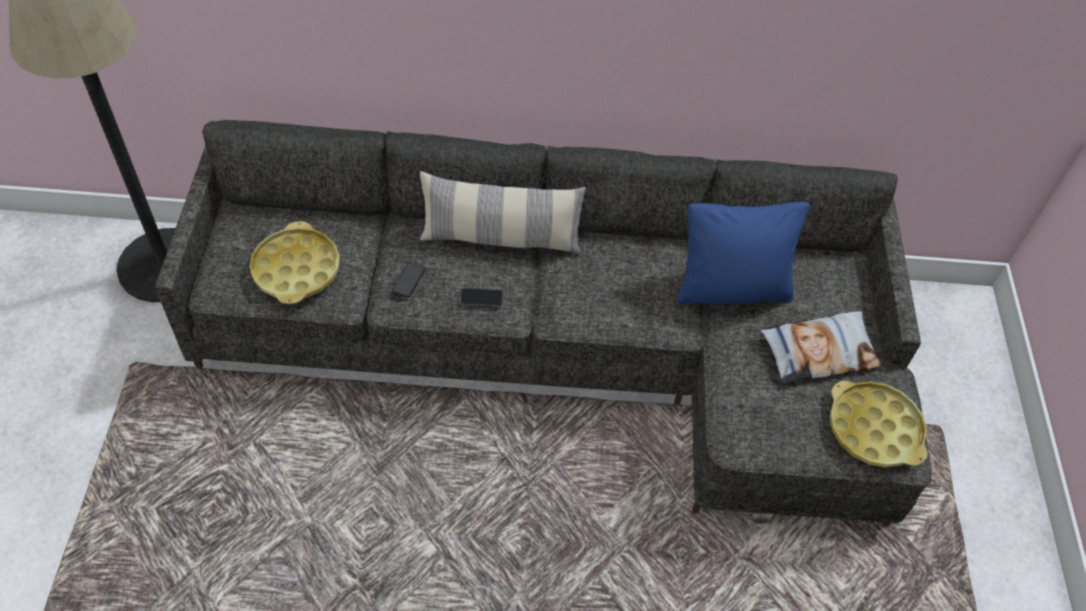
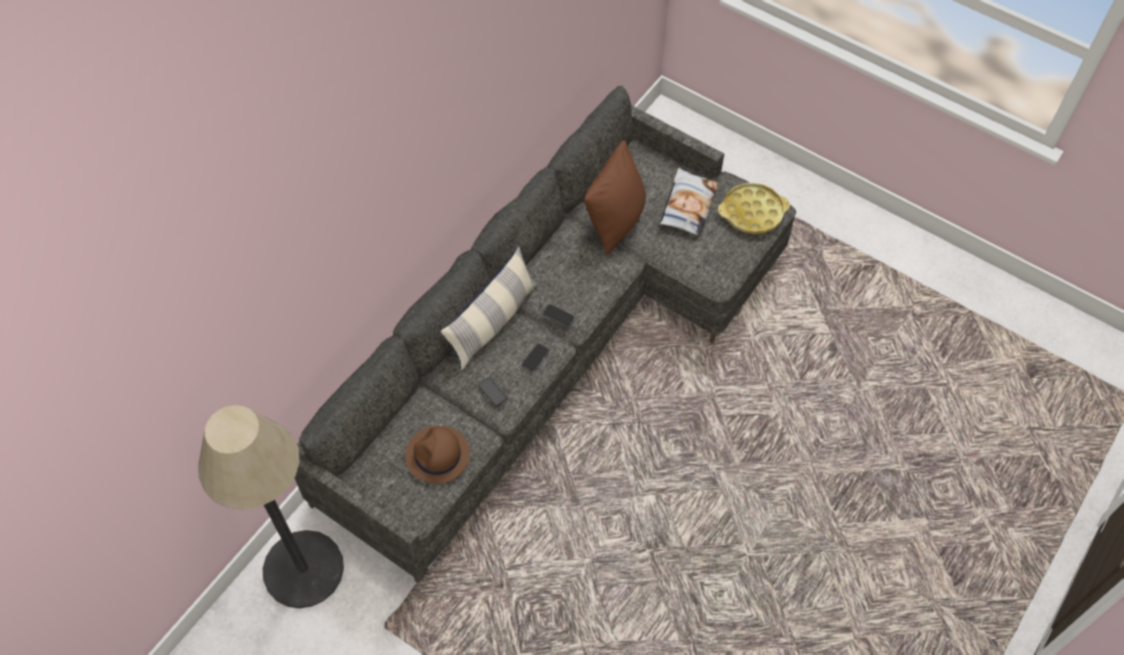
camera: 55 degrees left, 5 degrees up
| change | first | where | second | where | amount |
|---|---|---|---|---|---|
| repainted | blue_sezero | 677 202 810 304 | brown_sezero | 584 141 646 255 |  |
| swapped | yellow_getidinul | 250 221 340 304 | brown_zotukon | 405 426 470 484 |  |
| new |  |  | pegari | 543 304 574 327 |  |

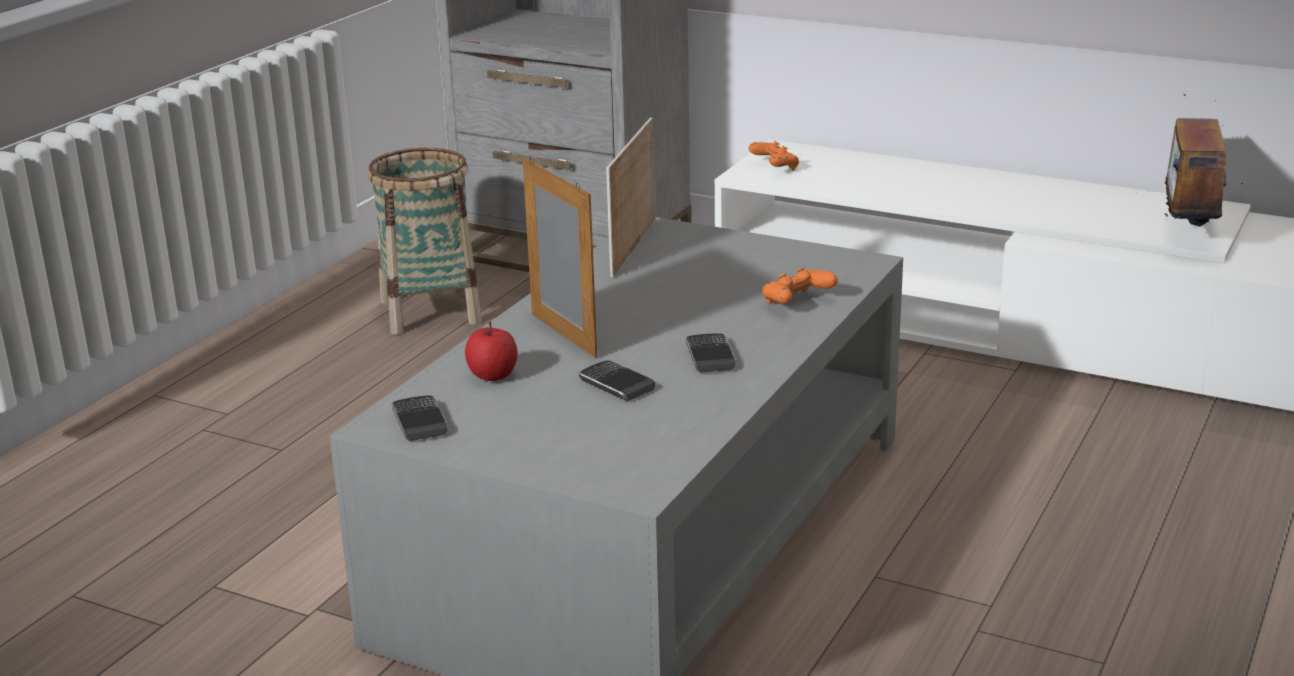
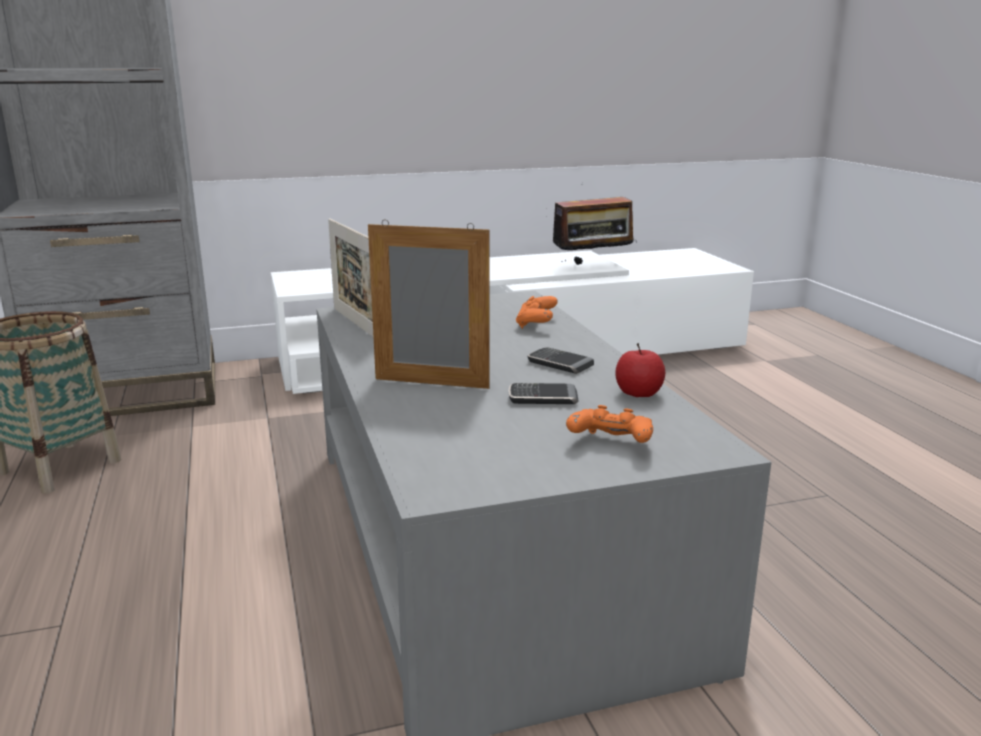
camera: 45 degrees left, 5 degrees down
| change | first | where | second | where | amount |
|---|---|---|---|---|---|
| rotated | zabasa | 1148 94 1242 227 |  | 546 184 638 265 | 75 degrees counterclockwise |
| shifted | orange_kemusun | 749 141 799 171 |  | 566 405 653 443 |  |
| shifted | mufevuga | 465 321 518 381 |  | 616 343 666 397 |  |
| gone | pegari | 392 395 448 441 |  |  |  |

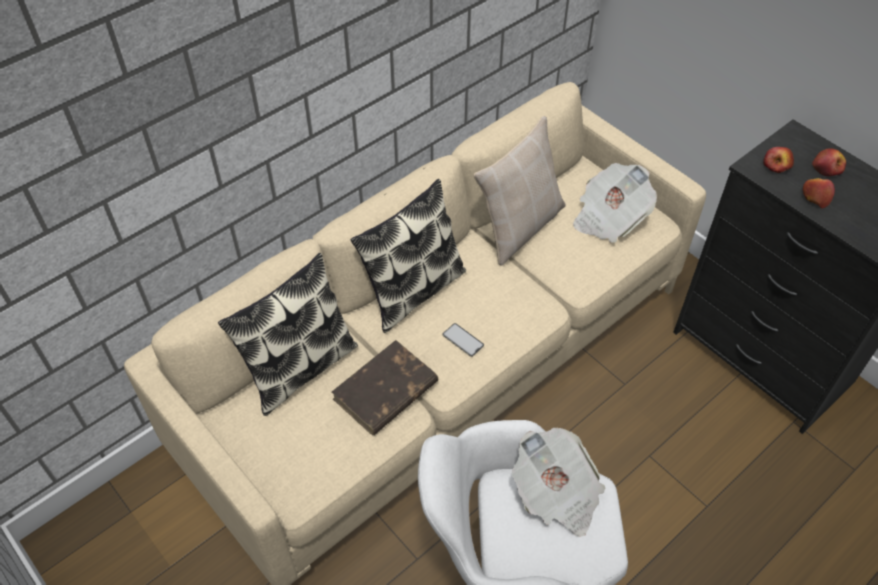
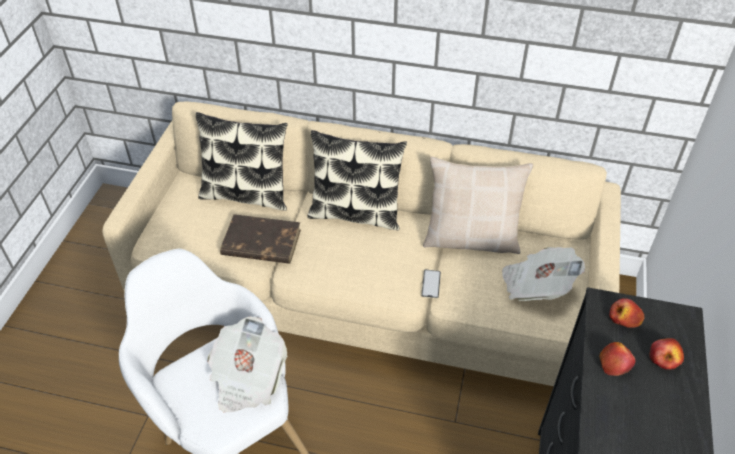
camera: 55 degrees right, 5 degrees down
| change | first | where | second | where | amount |
|---|---|---|---|---|---|
| shifted | pegari | 443 323 484 357 |  | 421 270 441 298 |  |

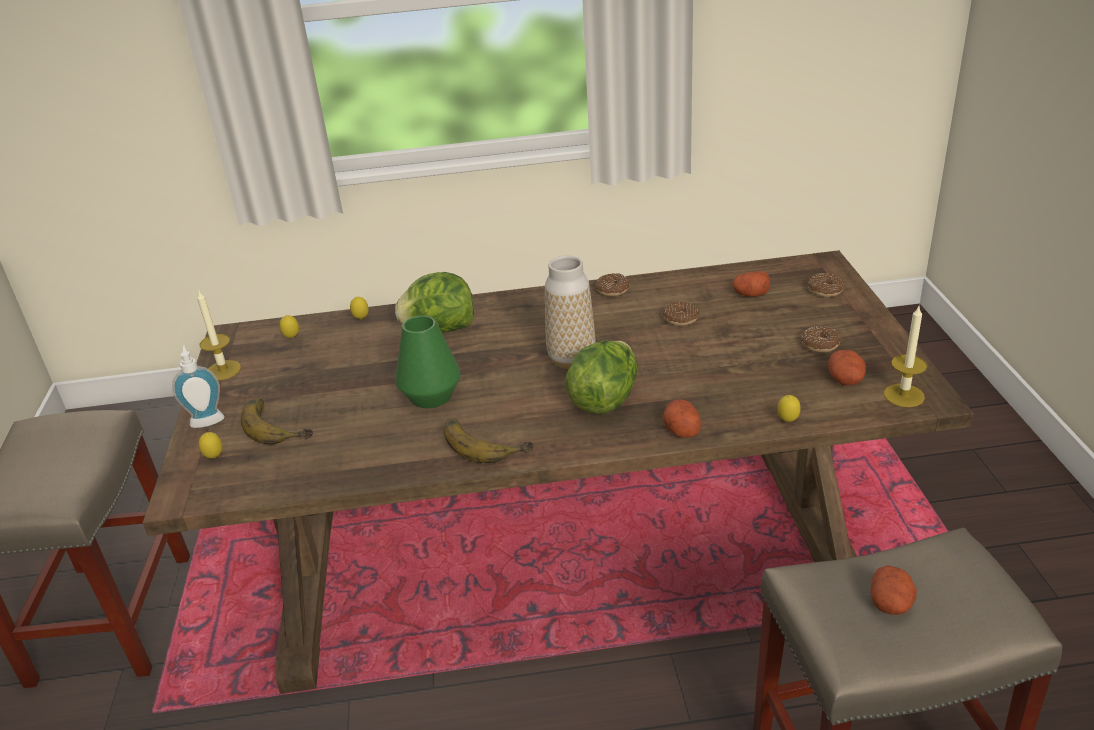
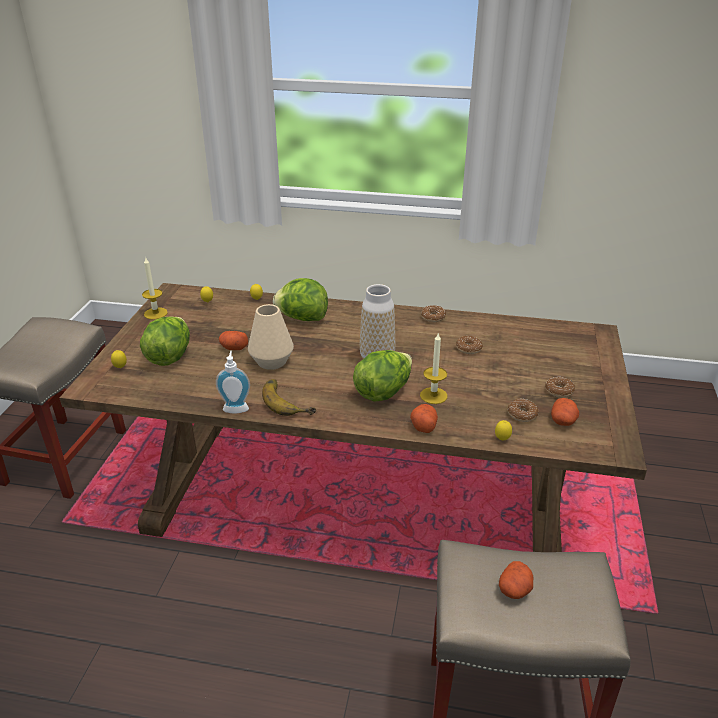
camera: 15 degrees right, 0 degrees up
| change | first | where | second | where | amount |
|---|---|---|---|---|---|
| shifted | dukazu | 732 271 770 297 |  | 219 331 248 350 |  |
| shifted | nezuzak | 808 273 844 297 |  | 508 398 539 422 |  |
| shifted | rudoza | 884 306 927 407 |  | 420 332 447 404 |  |
| repainted | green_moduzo | 395 315 461 408 | beige_moduzo | 248 304 294 370 |  |
| shifted | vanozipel | 172 345 225 428 |  | 216 351 250 414 |  |
| swapped | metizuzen | 241 398 313 445 | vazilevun | 140 316 190 366 |  |

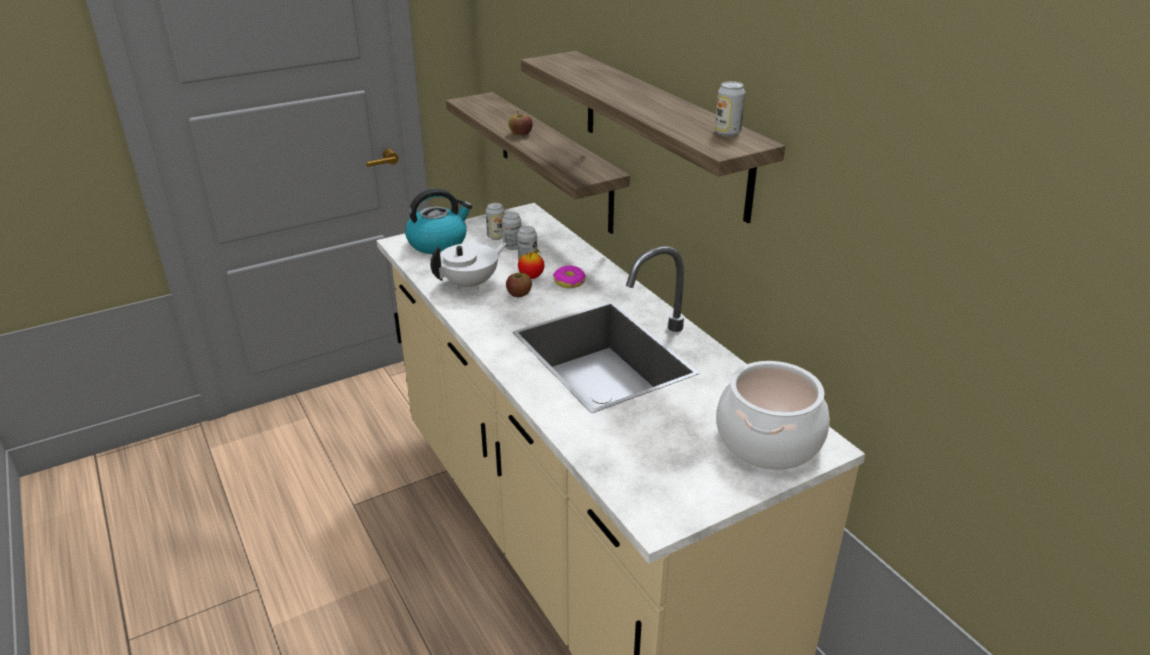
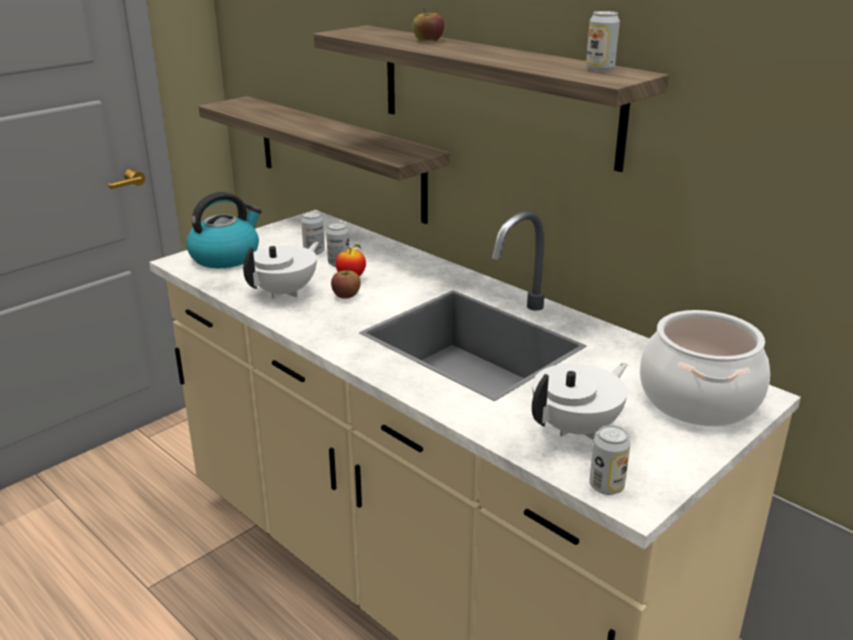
camera: 15 degrees left, 5 degrees down
| change | first | where | second | where | amount |
|---|---|---|---|---|---|
| shifted | mufevuga | 509 111 533 135 |  | 412 8 444 41 |  |
| shifted | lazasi | 486 203 505 240 |  | 589 425 630 495 |  |
| gone | nezuzak | 553 266 586 288 |  |  |  |
| new |  |  | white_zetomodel | 532 363 628 440 |  |

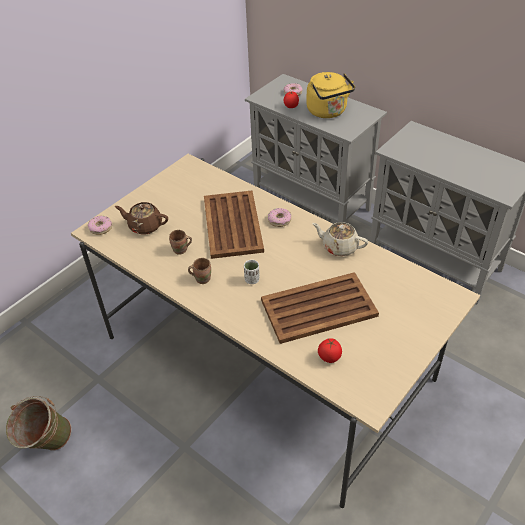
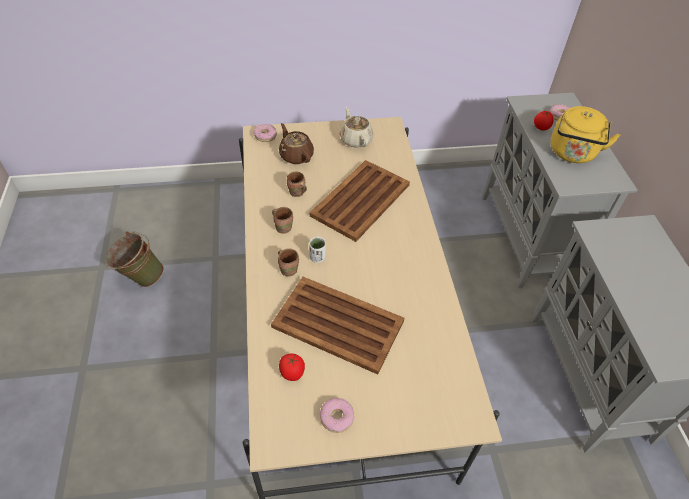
camera: 40 degrees right, 5 degrees up
| change | first | where | second | where | amount |
|---|---|---|---|---|---|
| shifted | nezuzak | 268 208 291 227 |  | 320 398 354 433 |  |
| shifted | beige_zetomodel | 312 222 368 256 |  | 340 107 374 148 |  |
| new |  |  | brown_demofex | 278 249 299 276 |  |

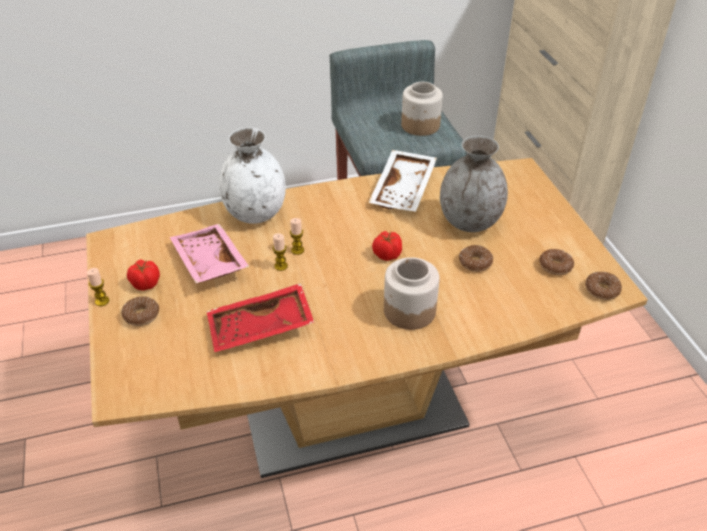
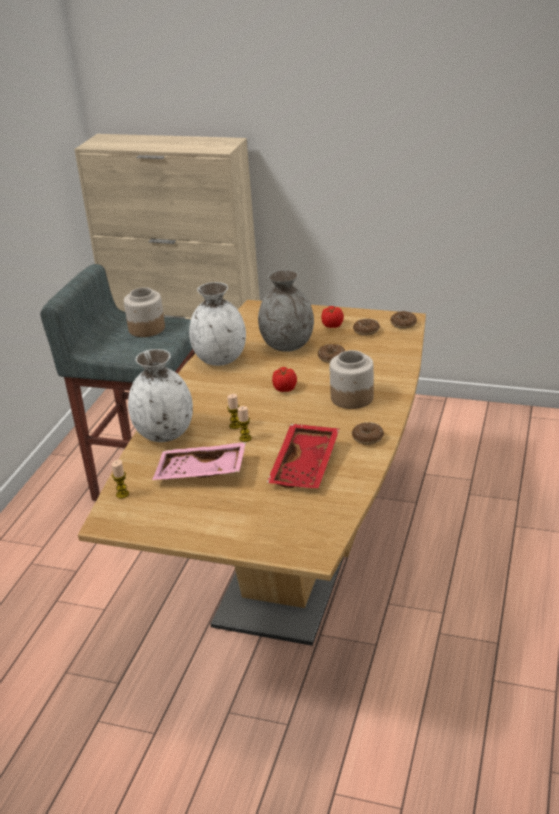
camera: 55 degrees left, 10 degrees down
| change | first | where | second | where | amount |
|---|---|---|---|---|---|
| swapped | white_getidinul | 369 150 437 212 | white_moduzo | 189 282 246 366 |  |
| shifted | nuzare | 127 259 160 291 |  | 321 306 344 328 |  |
| shifted | rudoza | 87 268 109 306 |  | 111 460 129 499 |  |
| shifted | nezuzak | 121 296 159 326 |  | 352 422 384 445 |  |

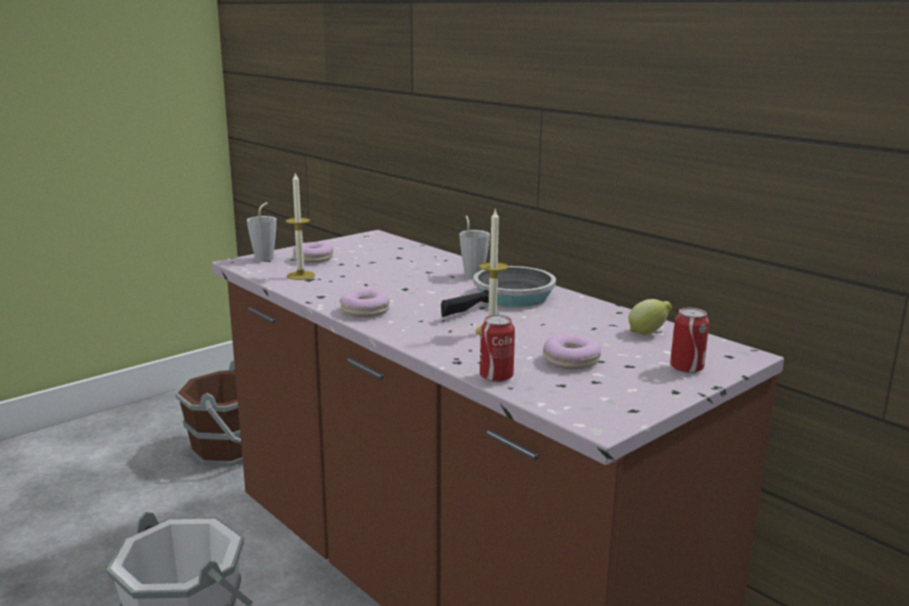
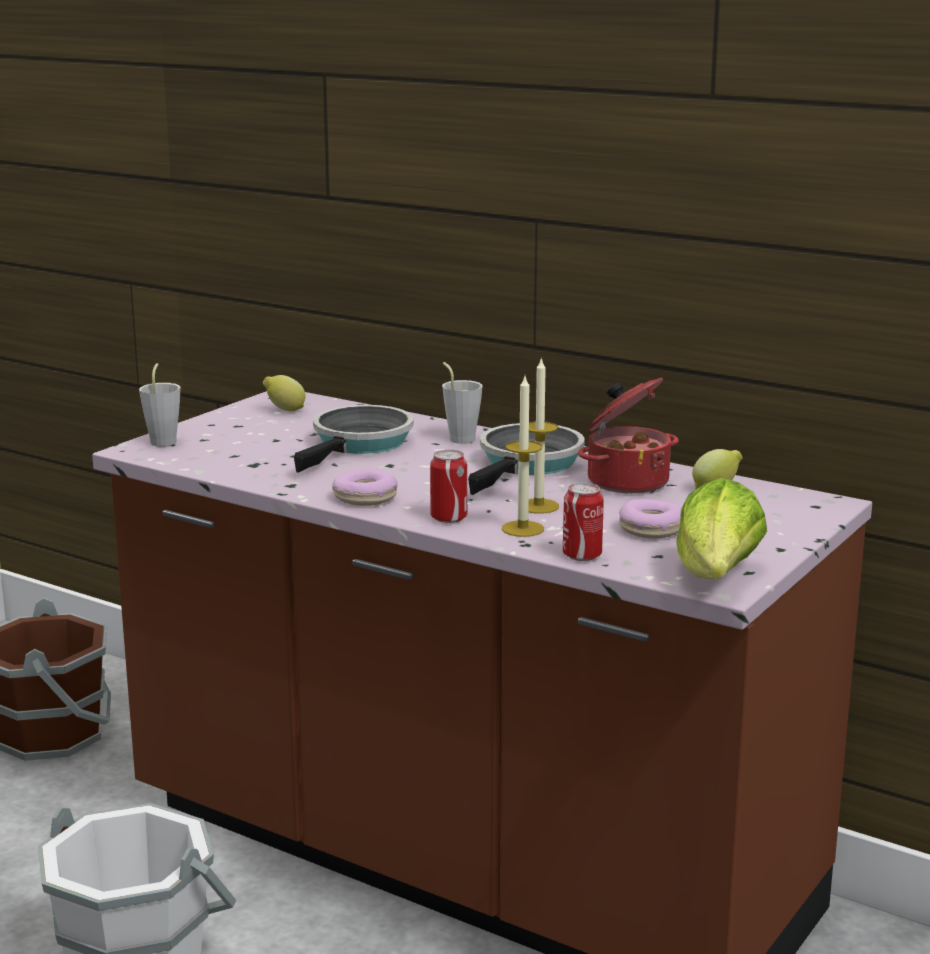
camera: 15 degrees left, 0 degrees up
| change | first | where | second | where | amount |
|---|---|---|---|---|---|
| shifted | rudoza | 286 172 315 280 |  | 502 376 544 537 |  |
| gone | nezuzak | 293 242 333 263 |  |  |  |
| shifted | lazasi | 670 308 709 373 |  | 430 450 467 523 |  |
| new |  |  | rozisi | 263 375 306 411 |  |
| new |  |  | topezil | 578 377 679 494 |  |
| new |  |  | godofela | 294 405 414 473 |  |
| new |  |  | vazilevun | 676 478 767 579 |  |

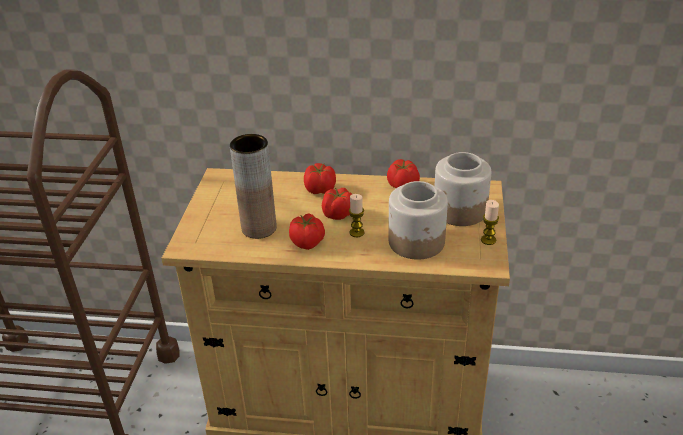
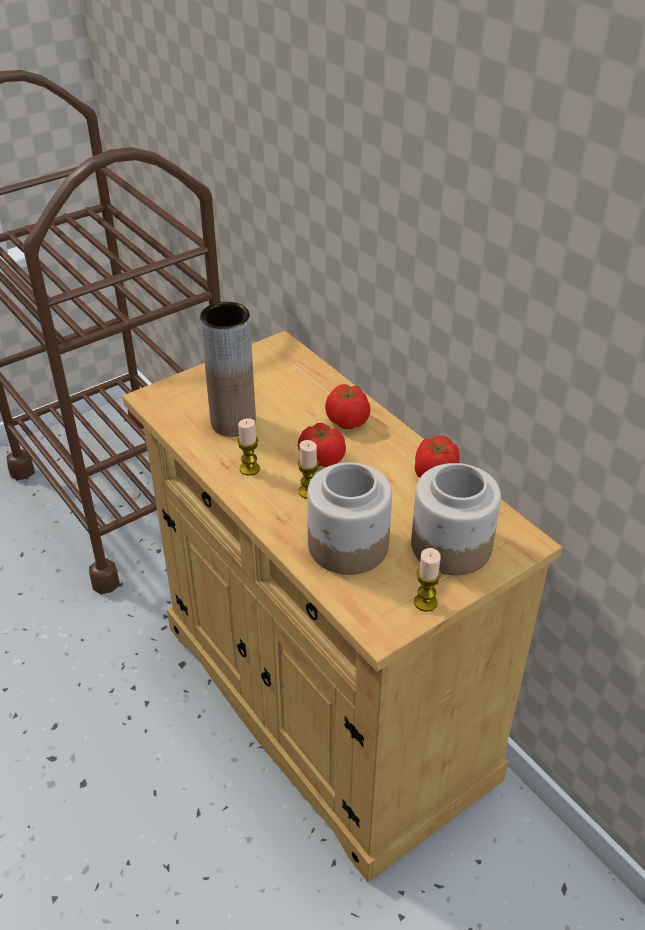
camera: 45 degrees right, 5 degrees up
| change | first | where | second | where | amount |
|---|---|---|---|---|---|
| swapped | nuzare | 289 213 325 250 | rudoza | 237 418 260 476 |  |

